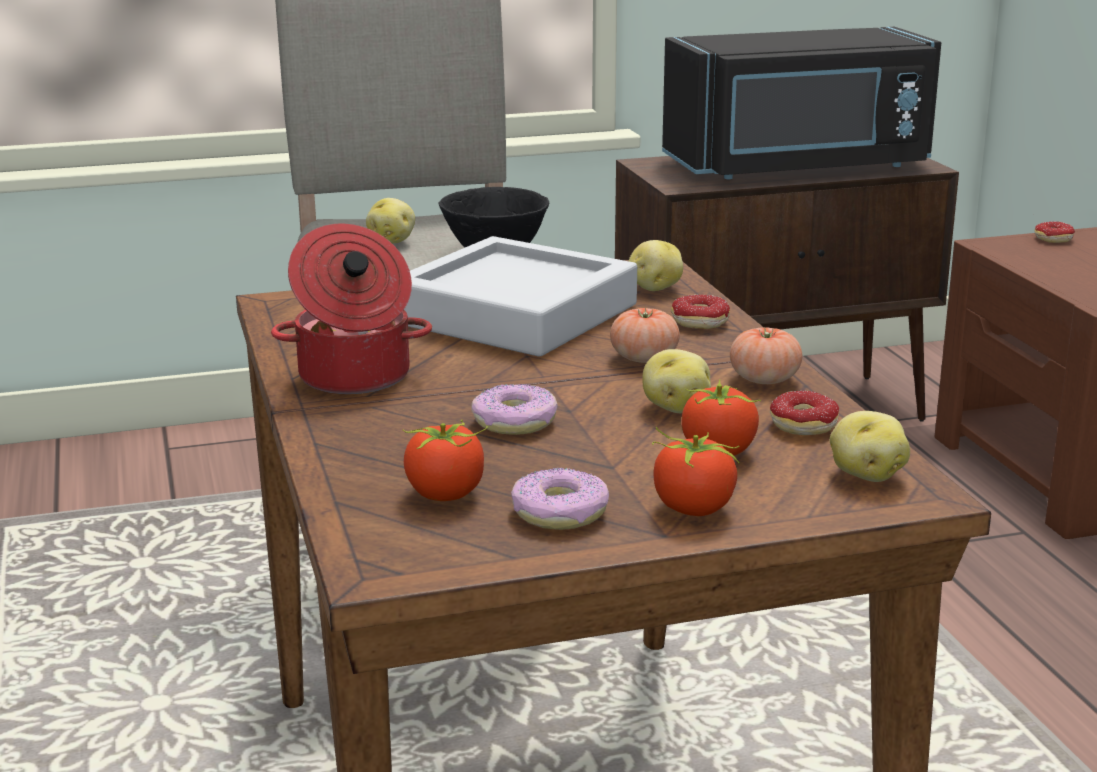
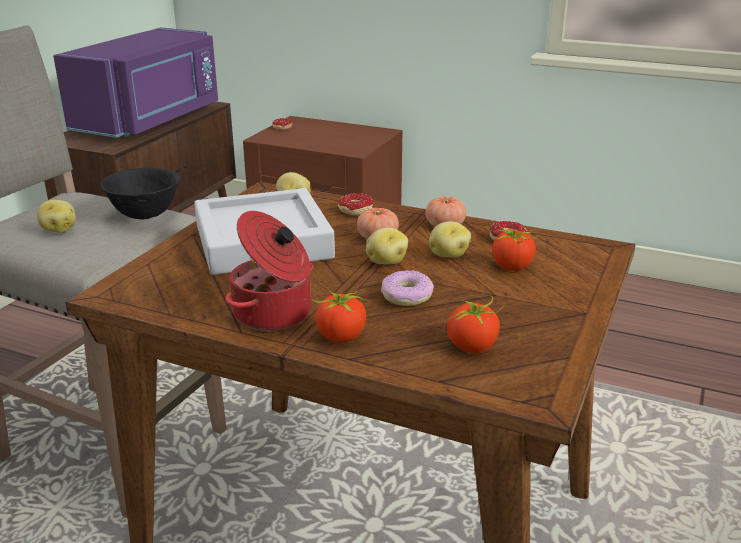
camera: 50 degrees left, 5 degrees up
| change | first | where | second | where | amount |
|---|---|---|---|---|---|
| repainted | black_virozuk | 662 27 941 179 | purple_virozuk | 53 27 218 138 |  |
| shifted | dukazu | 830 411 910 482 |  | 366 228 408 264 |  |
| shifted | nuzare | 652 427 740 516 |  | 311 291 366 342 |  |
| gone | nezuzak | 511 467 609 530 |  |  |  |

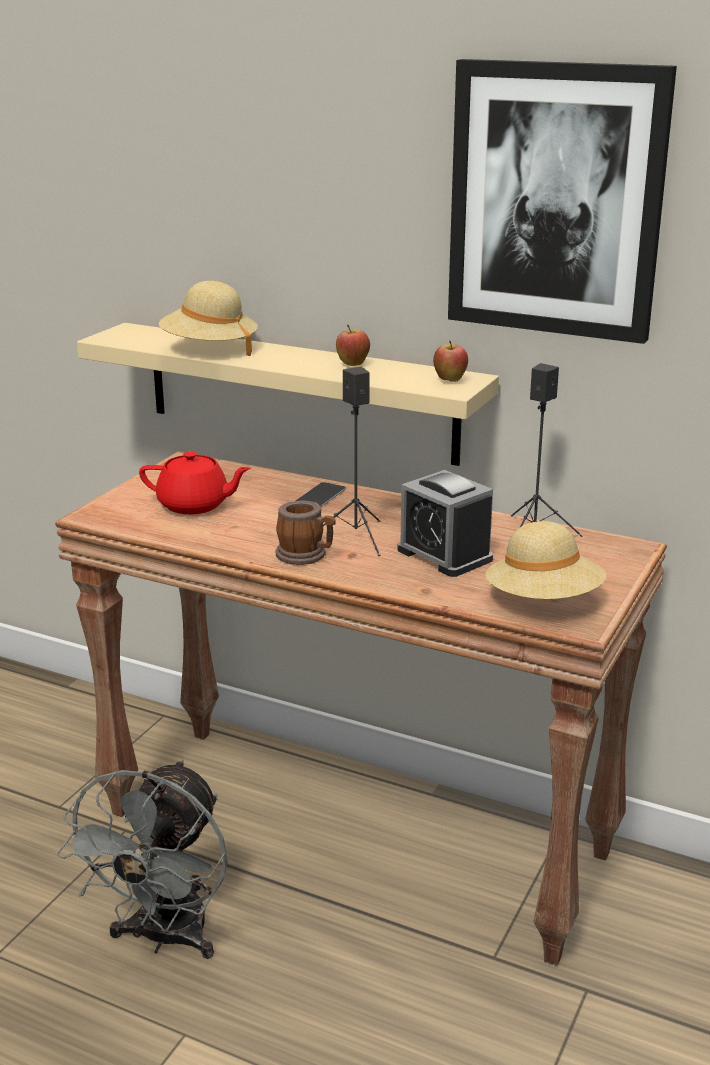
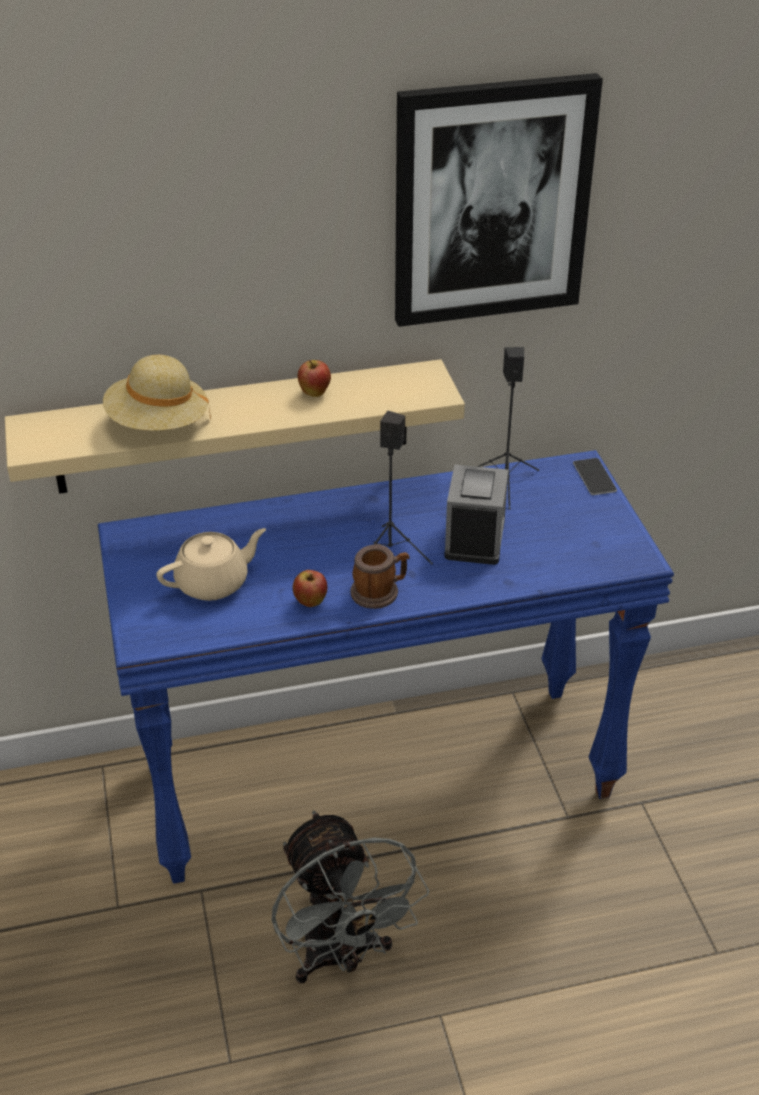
camera: 40 degrees left, 15 degrees up
| change | first | where | second | where | amount |
|---|---|---|---|---|---|
| shifted | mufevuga | 433 340 468 382 |  | 293 570 327 607 |  |
| repainted | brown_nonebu | 55 451 667 966 | blue_nonebu | 98 450 674 884 |  |
| repainted | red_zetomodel | 139 451 251 514 | beige_zetomodel | 156 528 266 601 |  |
| rotated | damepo | 398 470 493 577 |  | 444 464 508 565 | 90 degrees counterclockwise |
| shifted | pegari | 296 482 346 507 |  | 573 458 617 495 |  |
| gone | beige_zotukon | 485 521 607 600 |  |  |  |

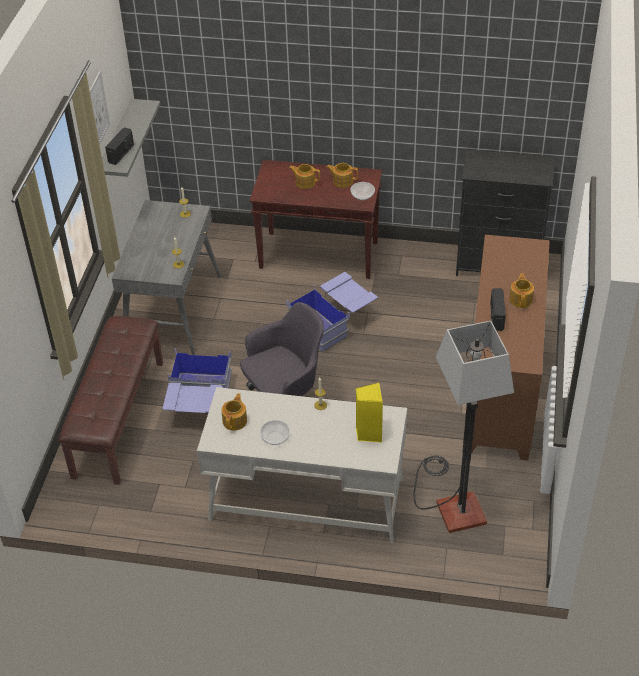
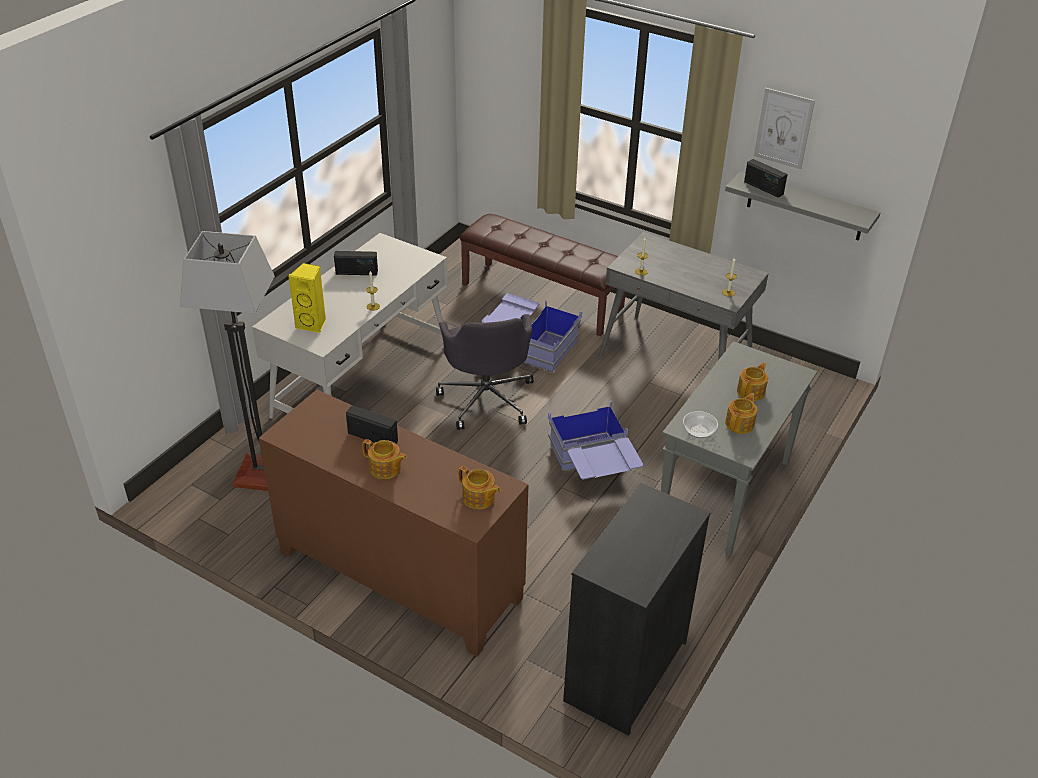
camera: 110 degrees right, 5 degrees down
| change | first | where | second | where | amount |
|---|---|---|---|---|---|
| repainted | brown_nonebu | 250 160 382 279 | grey_nonebu | 661 341 817 556 |  |
| shifted | zetomodel | 221 393 247 430 |  | 458 466 501 509 |  |
| swapped | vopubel | 260 420 290 445 | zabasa | 334 251 378 275 |  |

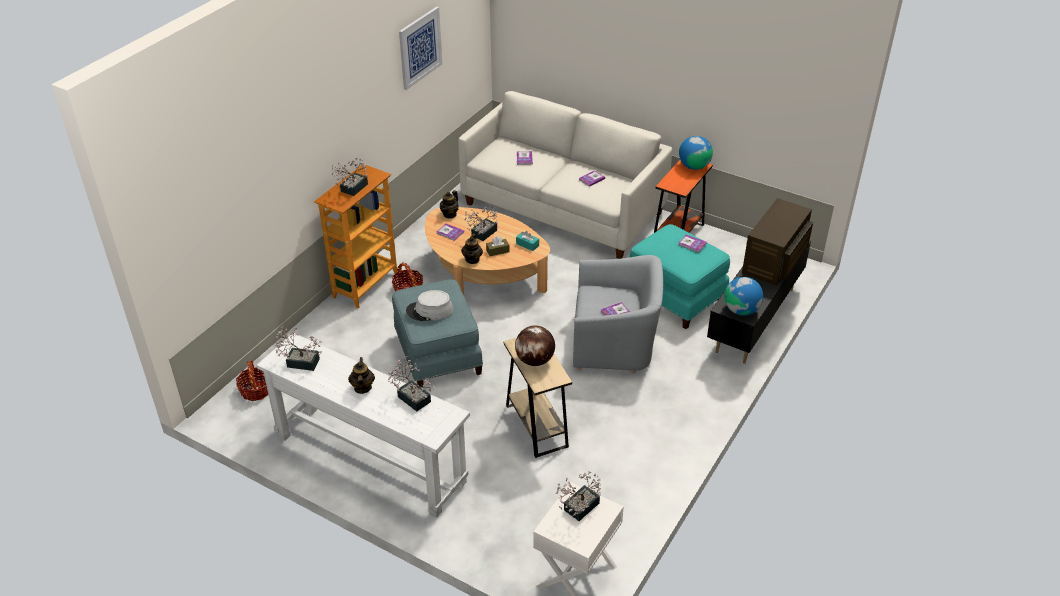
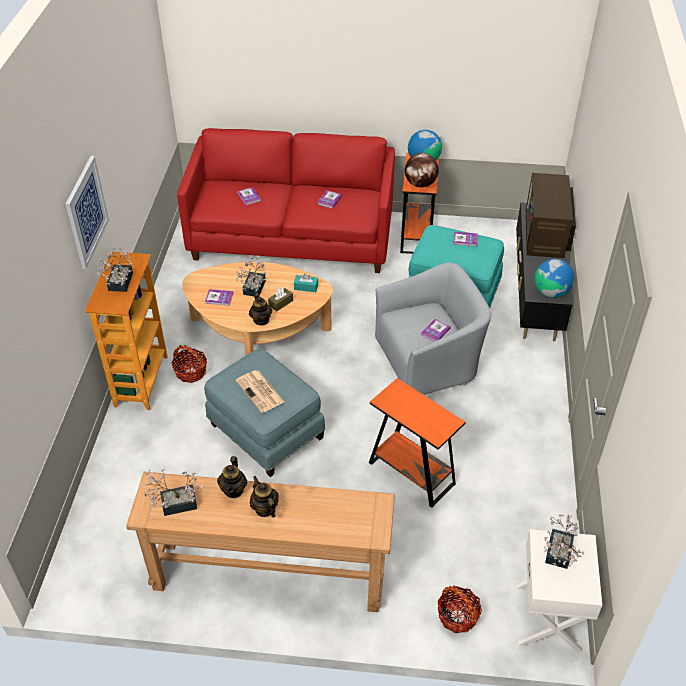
camera: 25 degrees left, 5 degrees up
| change | first | where | second | where | amount |
|---|---|---|---|---|---|
| shifted | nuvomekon | 399 7 442 90 |  | 65 156 109 269 |  |
| repainted | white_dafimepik | 458 91 672 259 | red_dafimepik | 177 128 395 273 |  |
| shifted | zetomodel | 440 190 459 219 |  | 217 456 247 498 |  |
| swapped | grey_zotukon | 406 290 453 321 | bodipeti | 236 370 284 413 |  |
| shifted | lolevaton | 515 325 555 366 |  | 405 153 439 188 |  |
| repainted | white_nonebu | 256 333 470 517 | brown_nonebu | 126 472 395 612 |  |
| repainted | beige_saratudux | 503 338 572 458 | orange_saratudux | 369 378 466 508 |  |
| gone | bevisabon | 386 356 436 411 |  |  |  |
| shifted | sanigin | 236 360 268 401 |  | 437 586 482 633 |  |

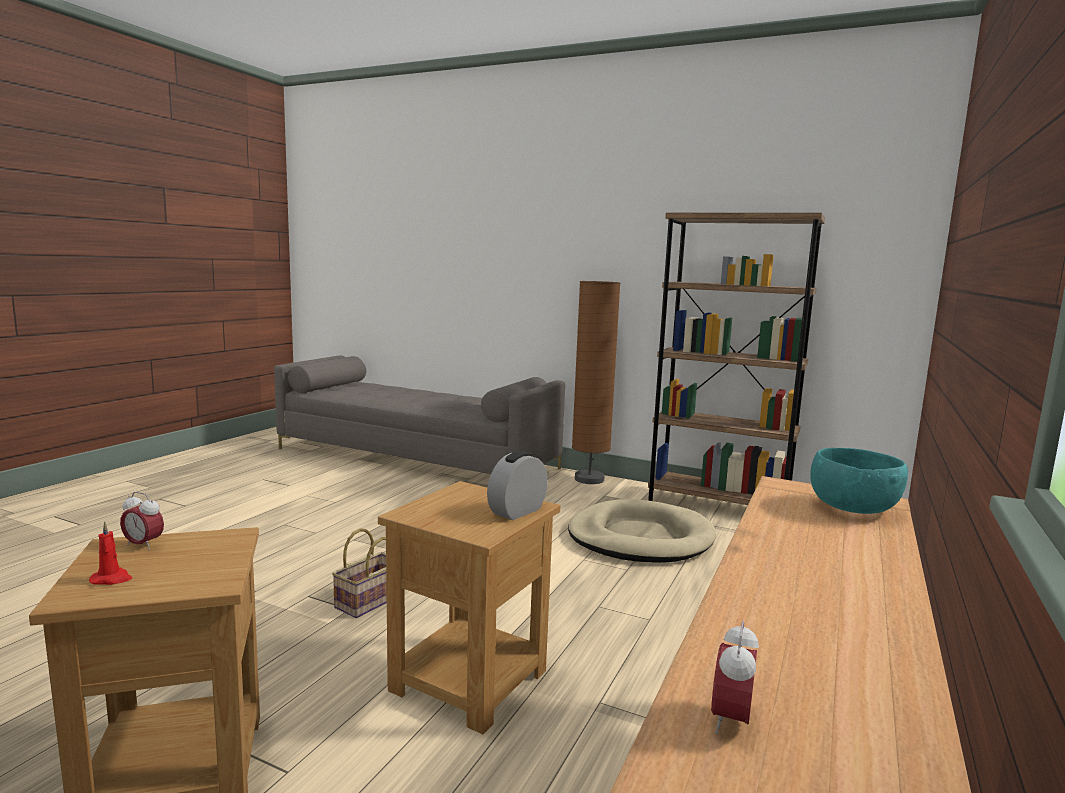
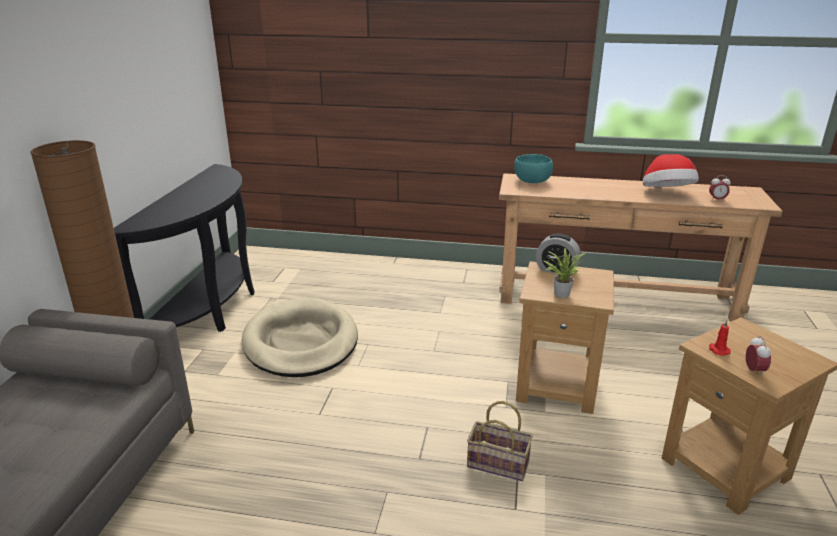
camera: 105 degrees left, 15 degrees up
| change | first | where | second | where | amount |
|---|---|---|---|---|---|
| swapped | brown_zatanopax | 648 213 825 505 | black_nonebu | 114 164 255 332 |  |
| shifted | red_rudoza | 89 522 132 585 |  | 709 320 731 356 |  |
| new |  |  | zotukon | 643 154 699 187 |  |
| new |  |  | bevisabon | 544 248 586 298 |  |

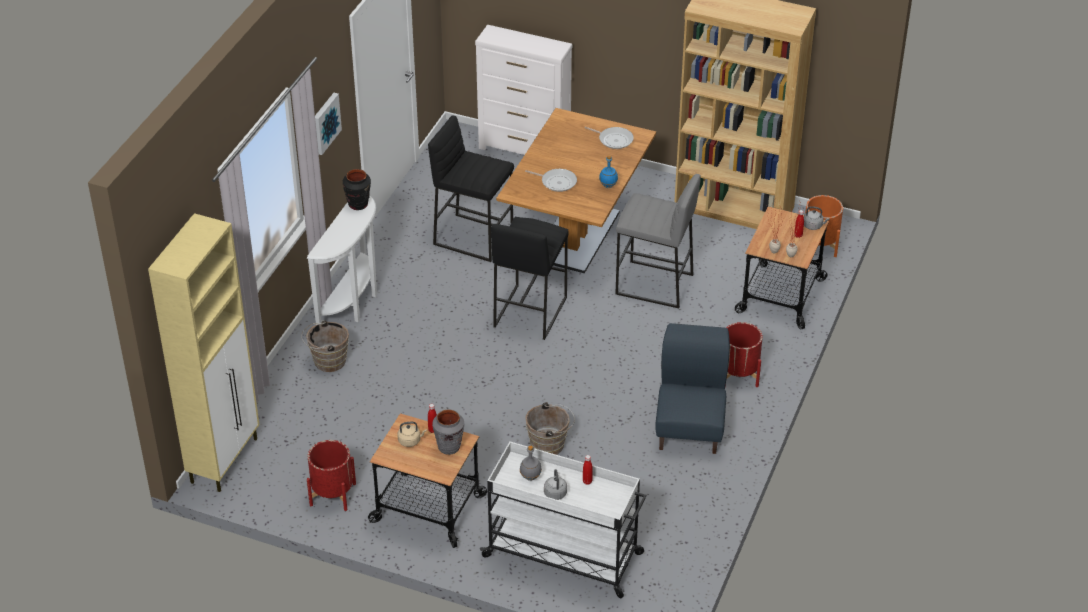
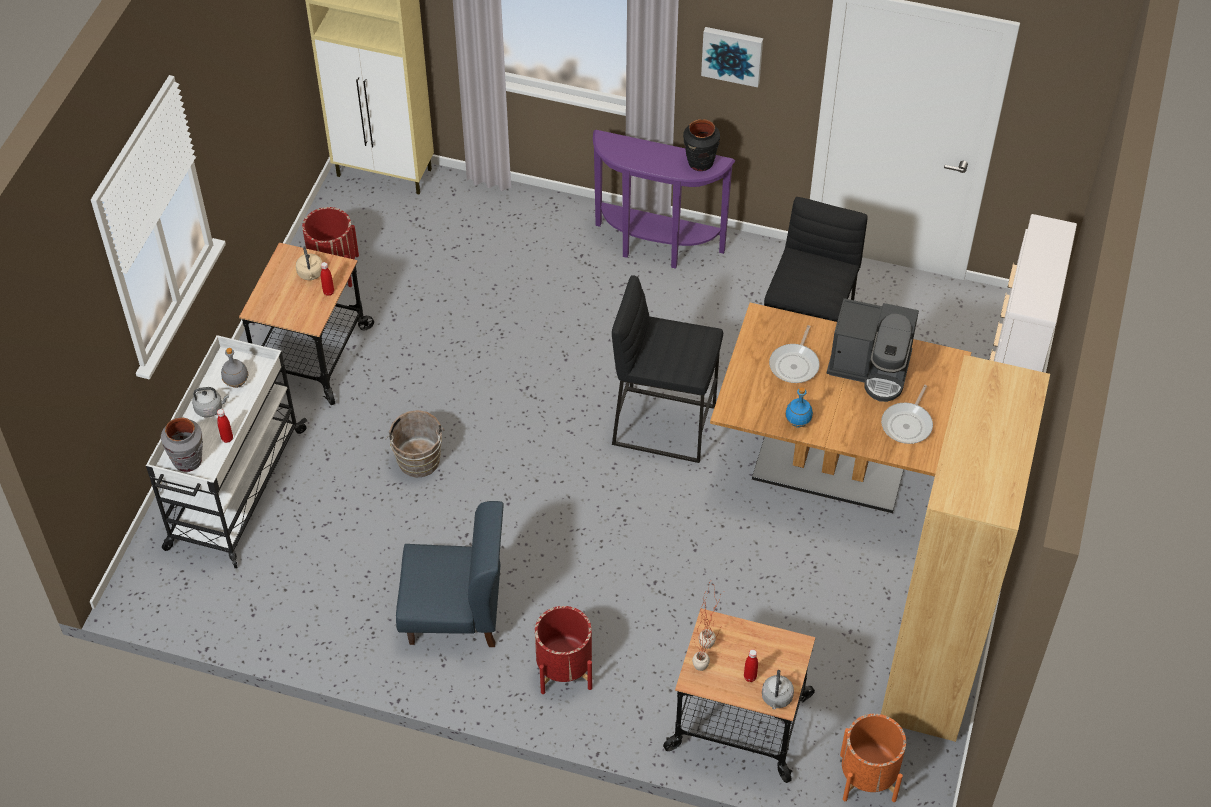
camera: 85 degrees right, 10 degrees up
| change | first | where | second | where | amount |
|---|---|---|---|---|---|
| gone | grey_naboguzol | 615 174 701 308 |  |  |  |
| repainted | white_nonebu | 307 196 377 325 | purple_nonebu | 593 130 735 269 |  |
| gone | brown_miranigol | 301 320 349 372 |  |  |  |
| shifted | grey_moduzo | 432 409 465 455 |  | 161 417 203 472 |  |
| new |  |  | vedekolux | 826 298 919 402 |  |

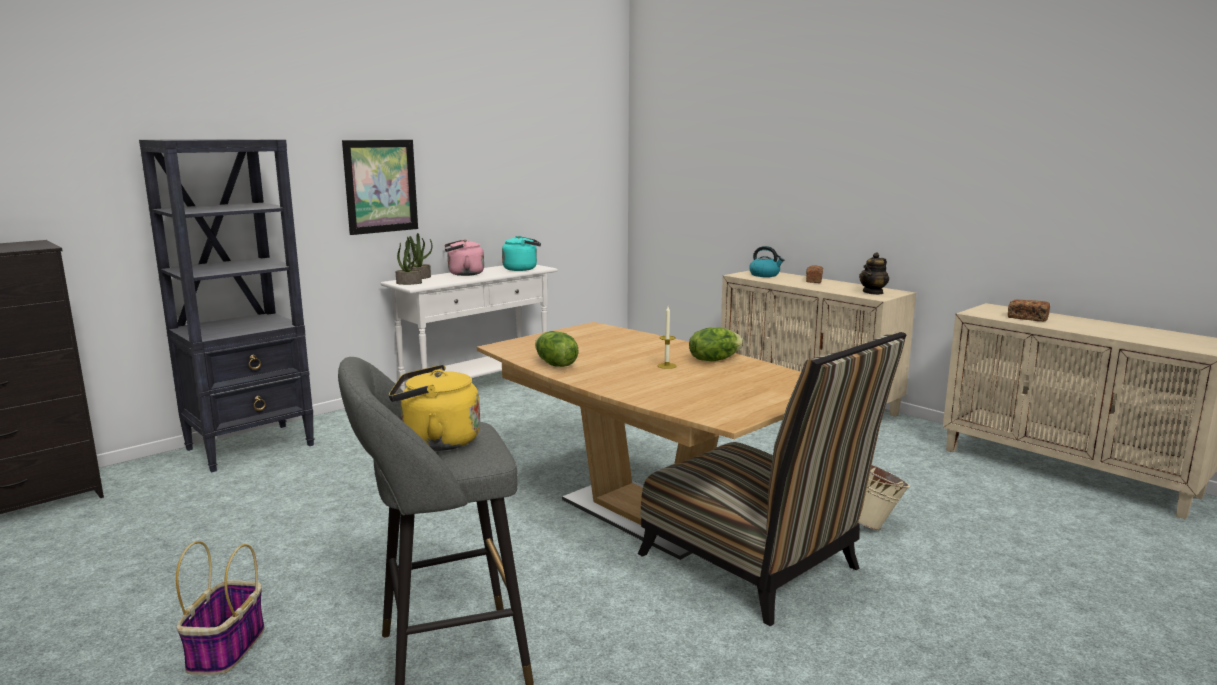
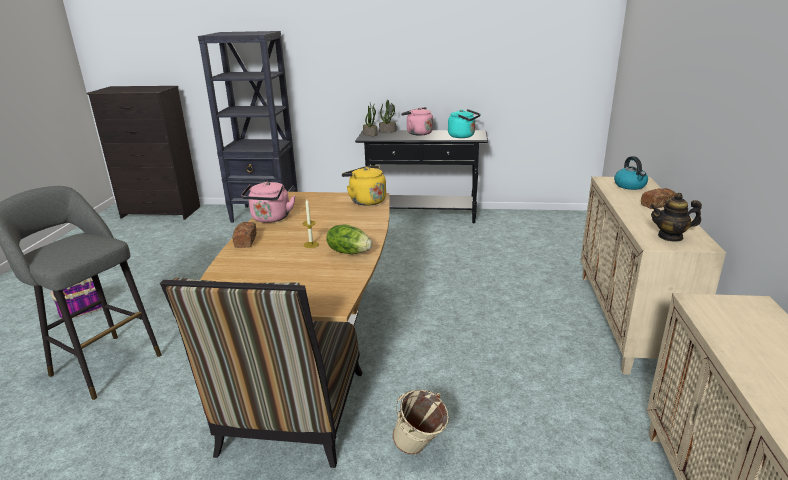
camera: 50 degrees right, 10 degrees up
| change | first | where | second | where | amount |
|---|---|---|---|---|---|
| gone | nuvomekon | 342 140 418 235 |  |  |  |
| repainted | white_nonebu | 380 265 558 391 | black_nonebu | 355 130 488 223 |  |
| shifted | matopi | 1008 300 1050 321 |  | 232 222 256 248 |  |
| swapped | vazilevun | 535 331 578 367 | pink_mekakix | 241 182 295 223 |  |
| shifted | yellow_mekakix | 389 365 480 451 |  | 342 166 386 206 |  |

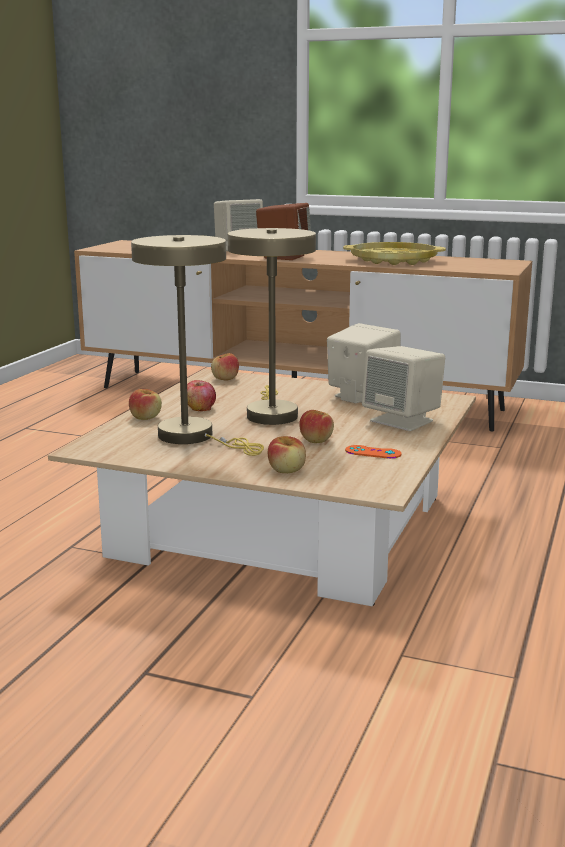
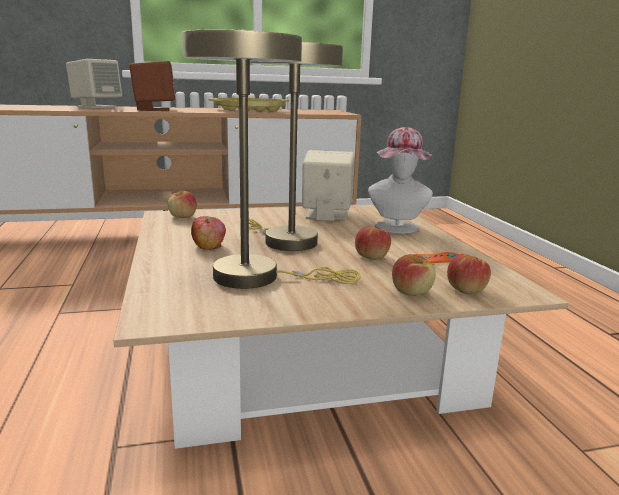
camera: 35 degrees left, 0 degrees up
| change | first | where | second | where | amount |
|---|---|---|---|---|---|
| swapped | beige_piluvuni | 362 346 445 431 | zotukon | 368 127 433 233 |  |
| shifted | mufevuga | 129 389 162 420 |  | 447 254 491 294 |  |

